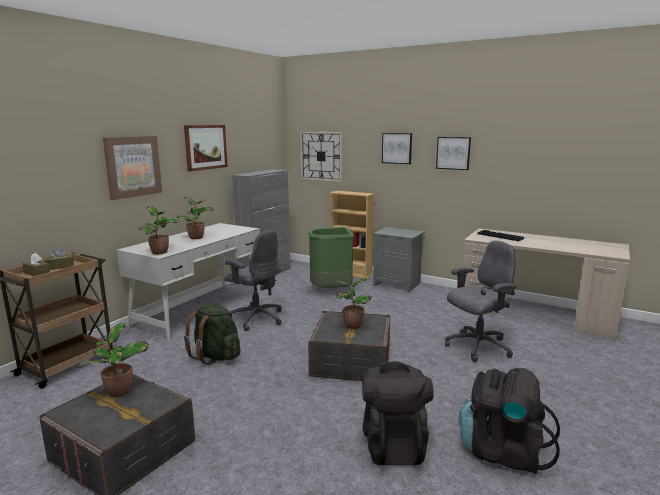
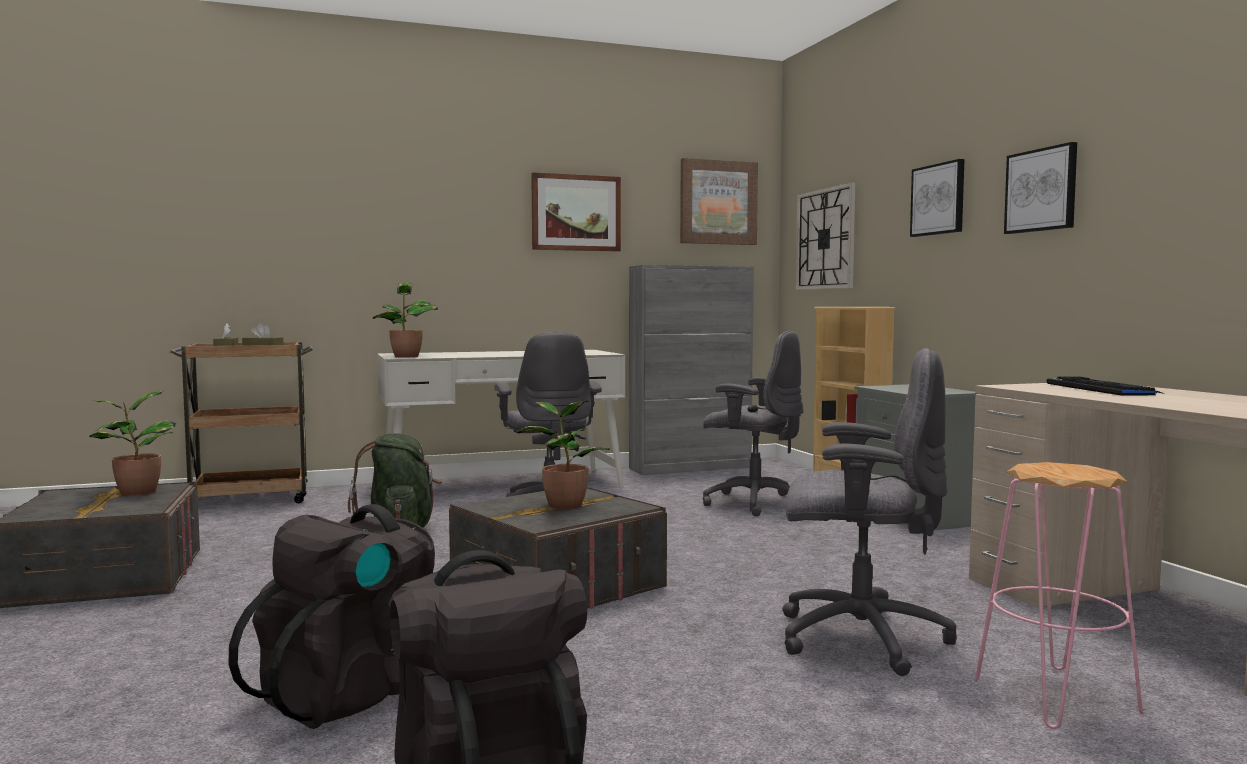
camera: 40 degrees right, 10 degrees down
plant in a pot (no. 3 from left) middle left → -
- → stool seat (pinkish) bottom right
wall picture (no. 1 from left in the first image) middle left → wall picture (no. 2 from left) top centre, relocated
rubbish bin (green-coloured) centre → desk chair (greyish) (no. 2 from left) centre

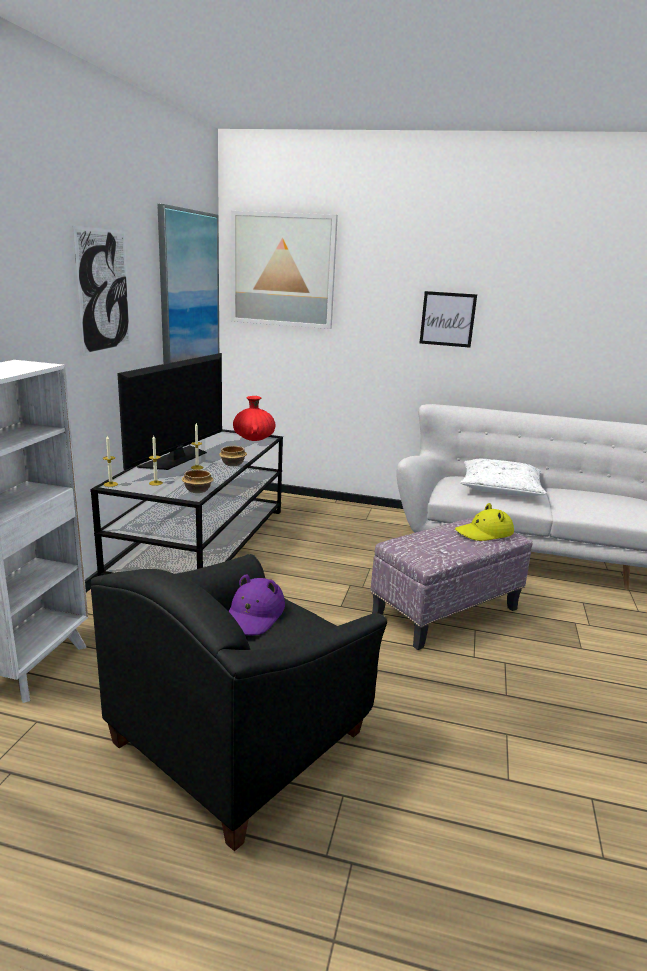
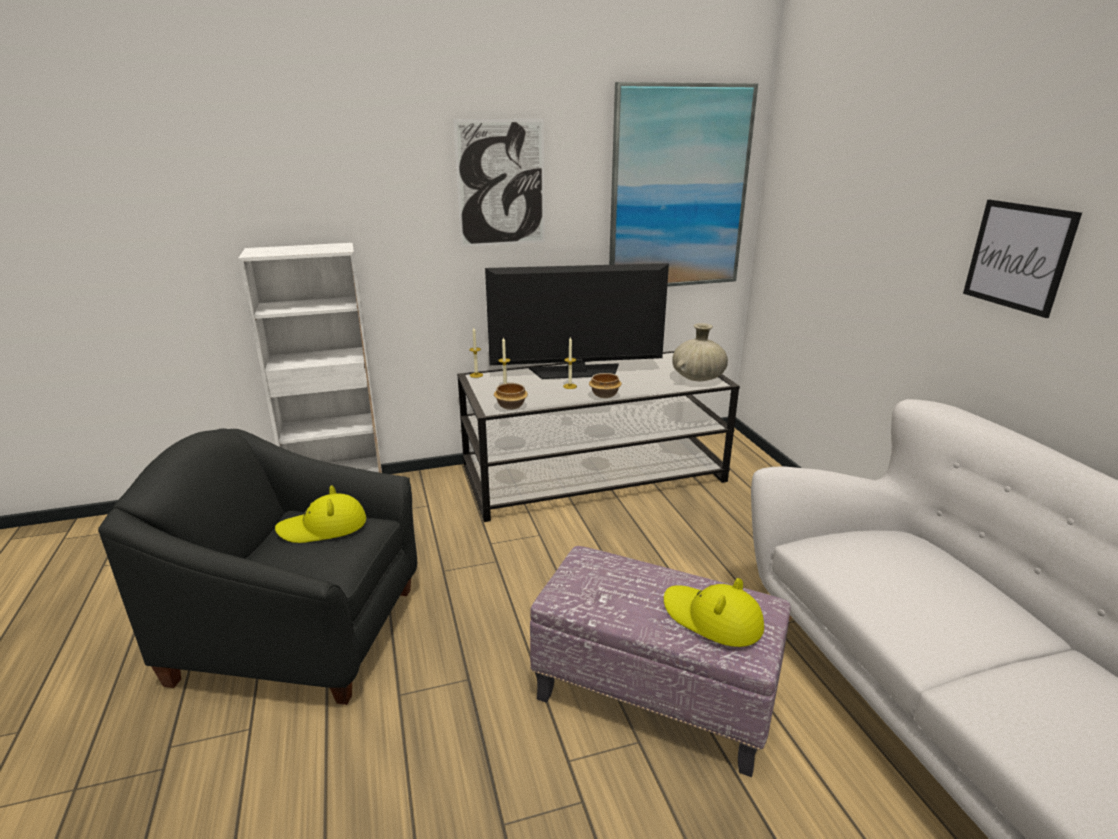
camera: 60 degrees right, 5 degrees up
wall picture (no. 3 from left) top centre → -
pillow (white-coloured) middle right → -
hat (purplish) centre → hat (yellow-coloured) (no. 1 from left) middle left
vase (reddish) centre → vase (sand-coloured) centre

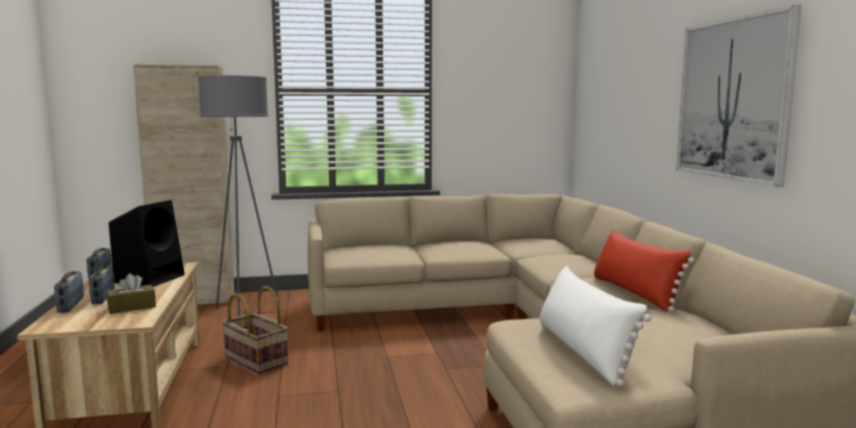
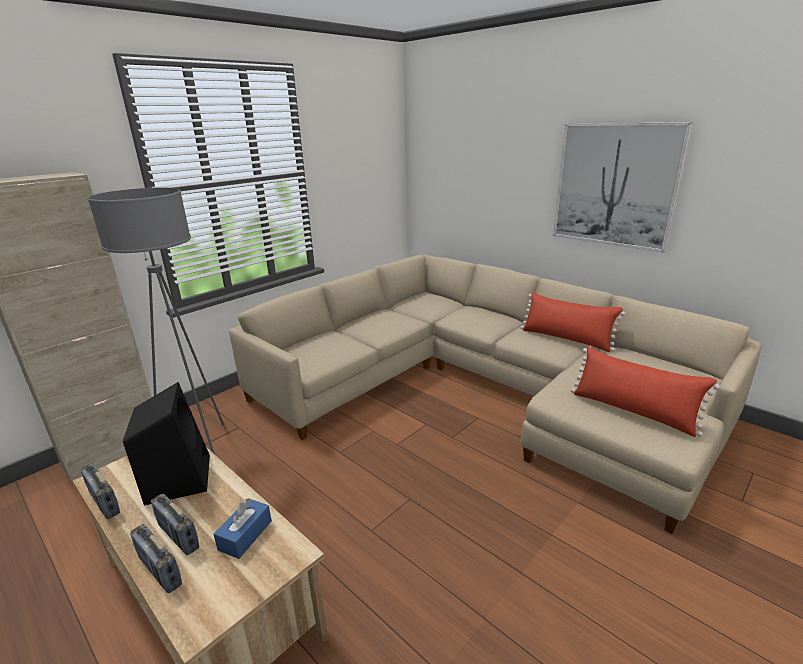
camera: 35 degrees left, 15 degrees up
household basket bottom left → -
tissue holder (brown-coloured) bottom left → tissue holder (blue-coloured) bottom left
pillow (white-coloured) bottom right → pillow (reddish) (no. 2 from left) middle right

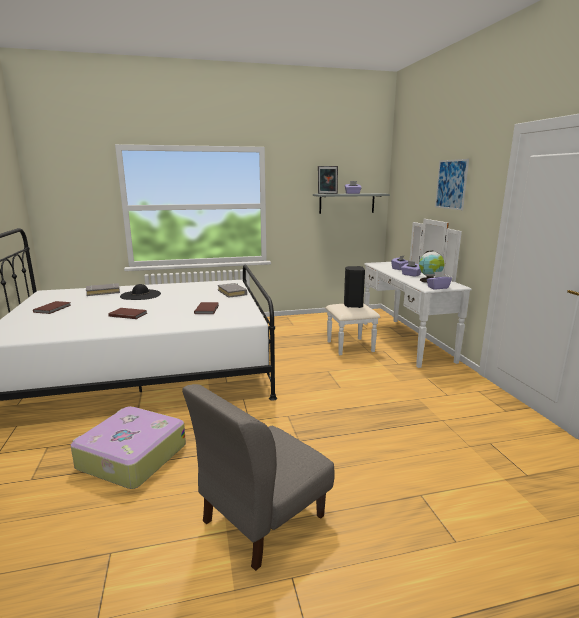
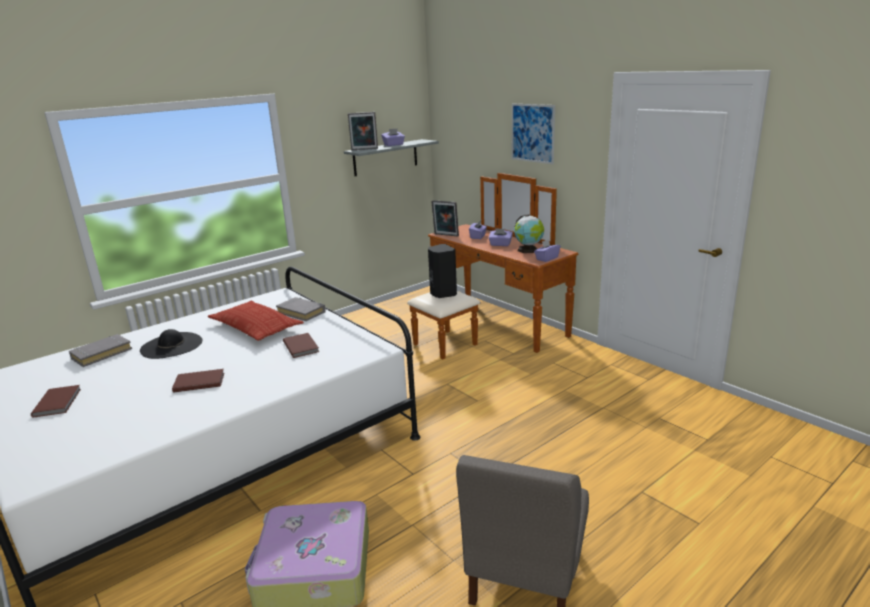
camera: 25 degrees left, 5 degrees up
- → pillow middle left
- → standing frame (no. 2 from left) centre
drawer chest (white-coloured) middle right → drawer chest (brown-coloured) centre

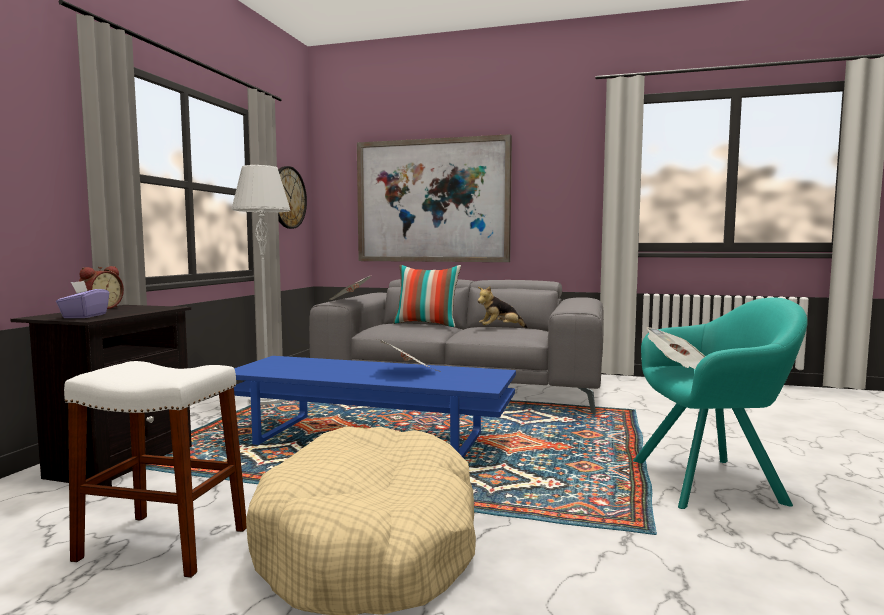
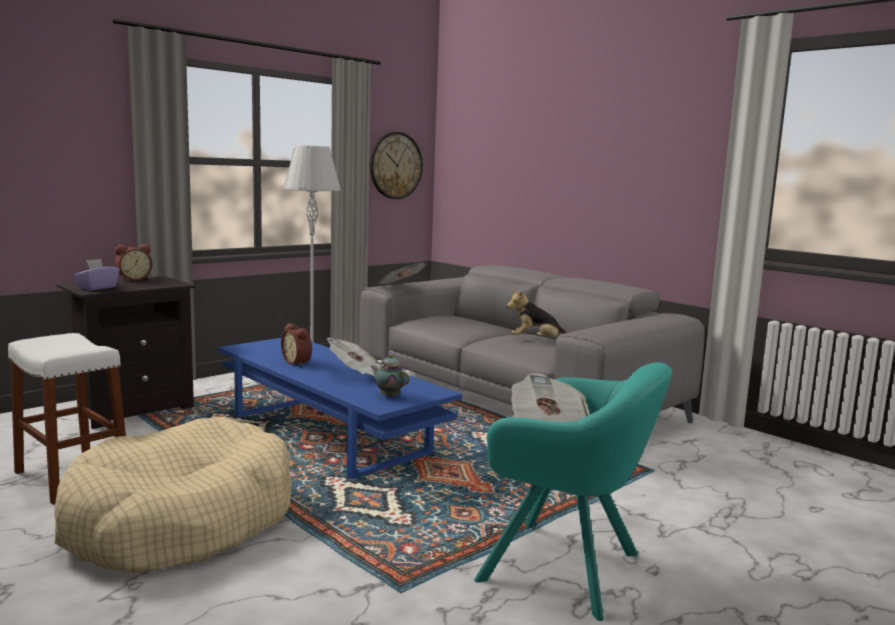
camera: 30 degrees right, 5 degrees up
wall picture top centre → -
pillow centre → -
- → bedside clock (no. 2 from left) middle left
- → tea pot centre

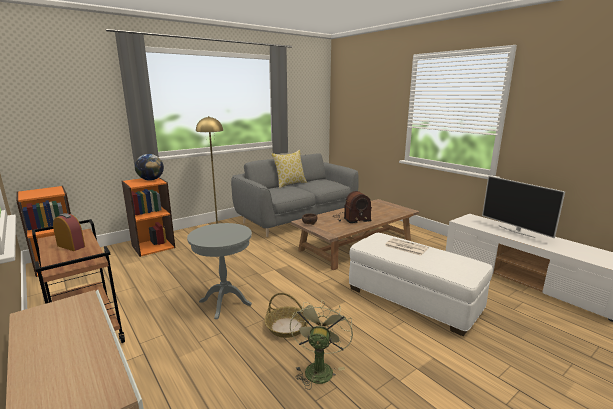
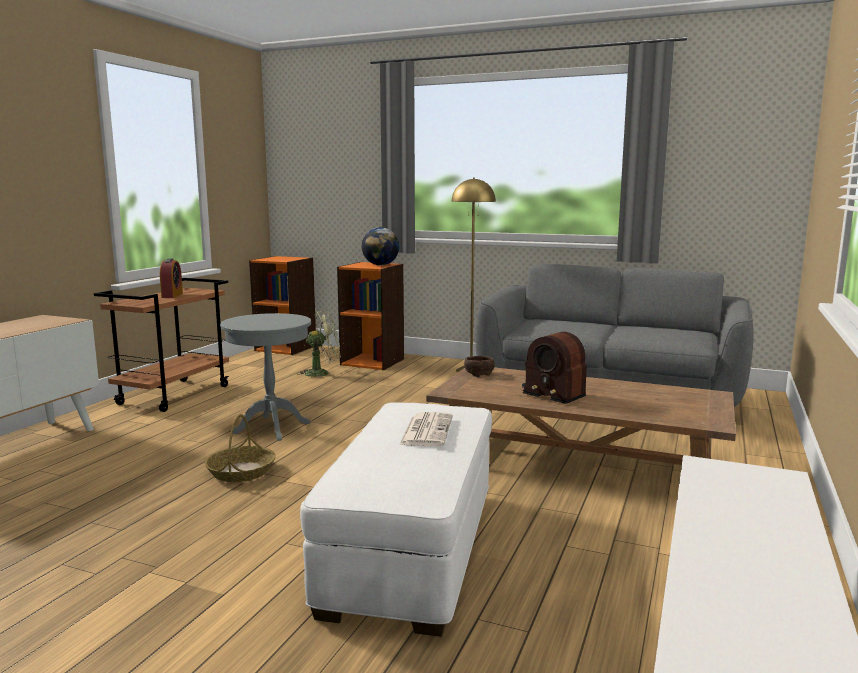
camera: 60 degrees right, 5 degrees down
pillow centre → -
TV middle right → -
electric fan (green-coloured) bottom centre → electric fan (green-coloured) centre, relocated

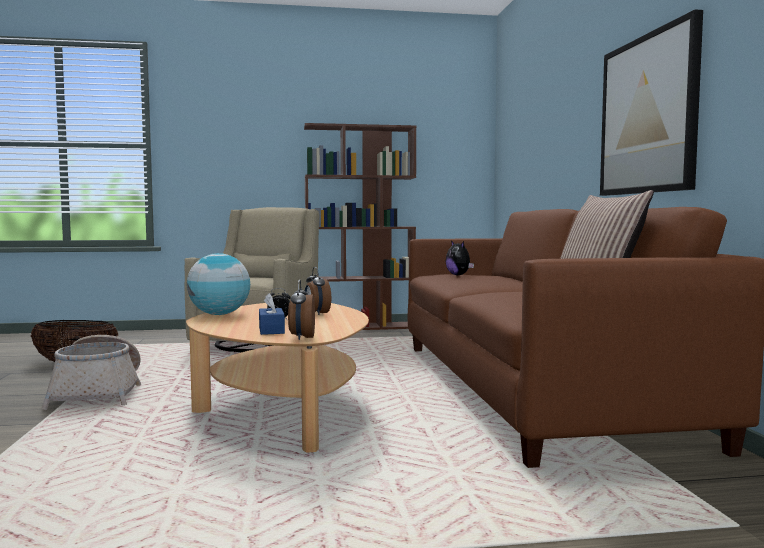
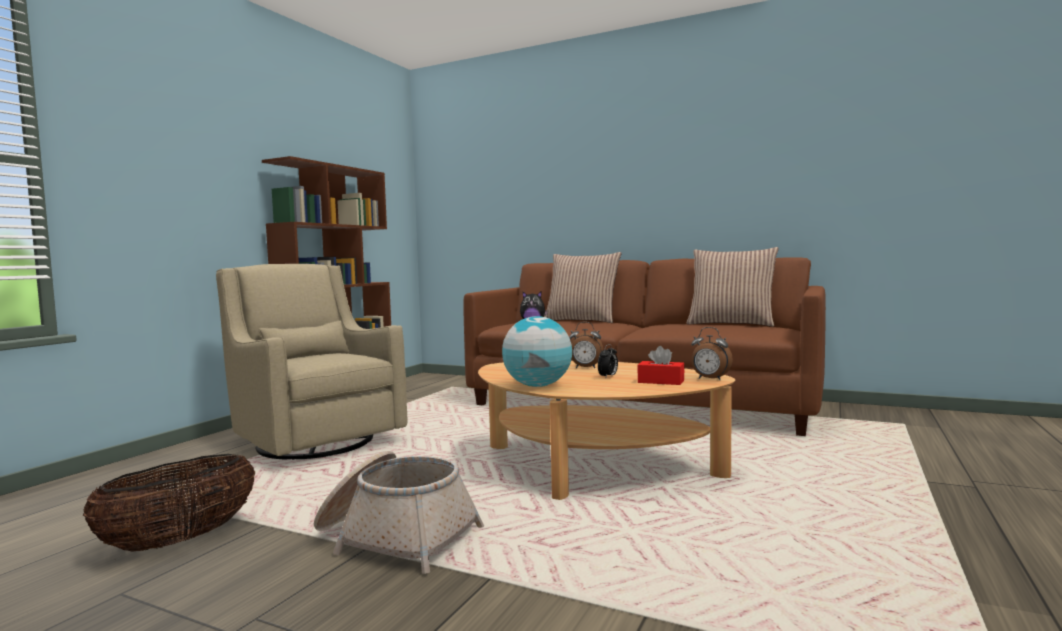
camera: 55 degrees left, 0 degrees up
wall picture top right → -
- → pillow (no. 1 from left) centre
tissue holder (blue-coloured) centre → tissue holder (reddish) centre

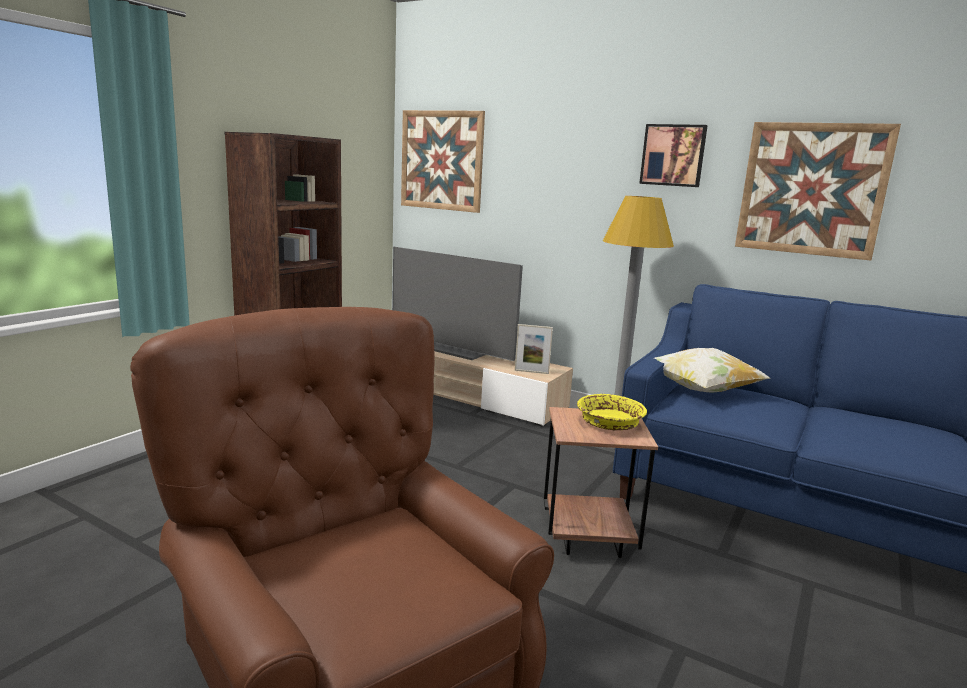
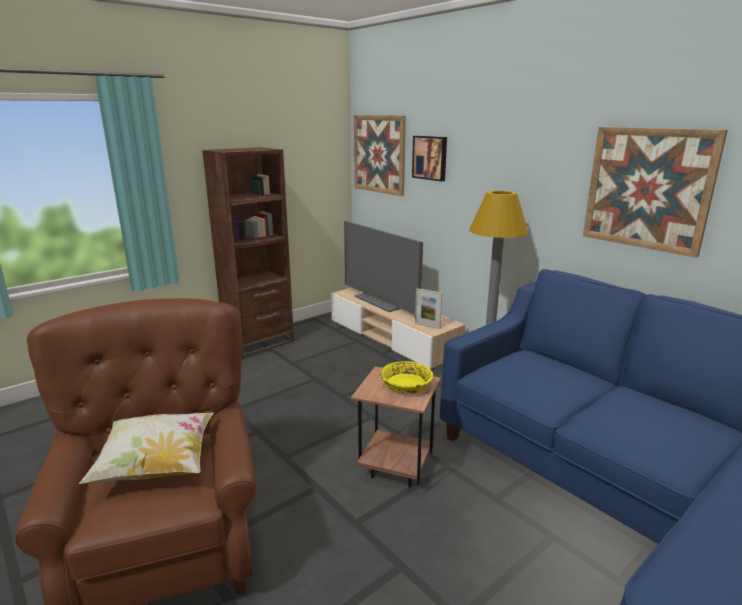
camera: 20 degrees right, 5 degrees up
wall picture (no. 2 from left) top right → wall picture (no. 2 from left) top centre, relocated
pillow middle right → pillow bottom left, relocated

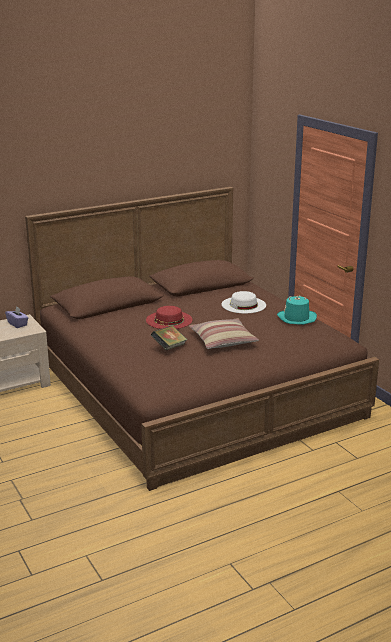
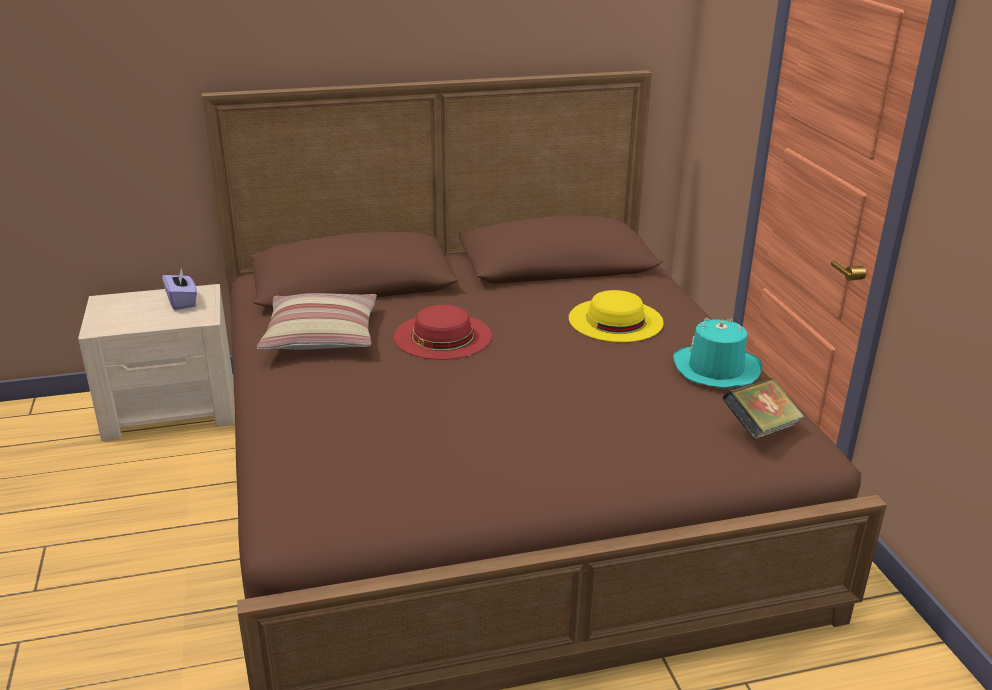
camera: 15 degrees right, 5 degrees up
book centre → book middle right, relocated
pillow centre → pillow middle left, relocated
hat (white-coloured) centre → hat (yellow-coloured) centre

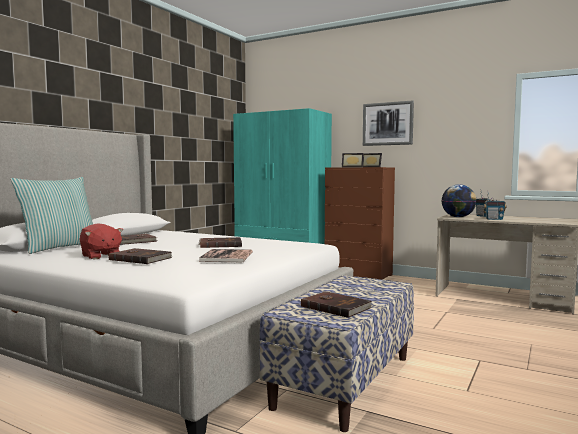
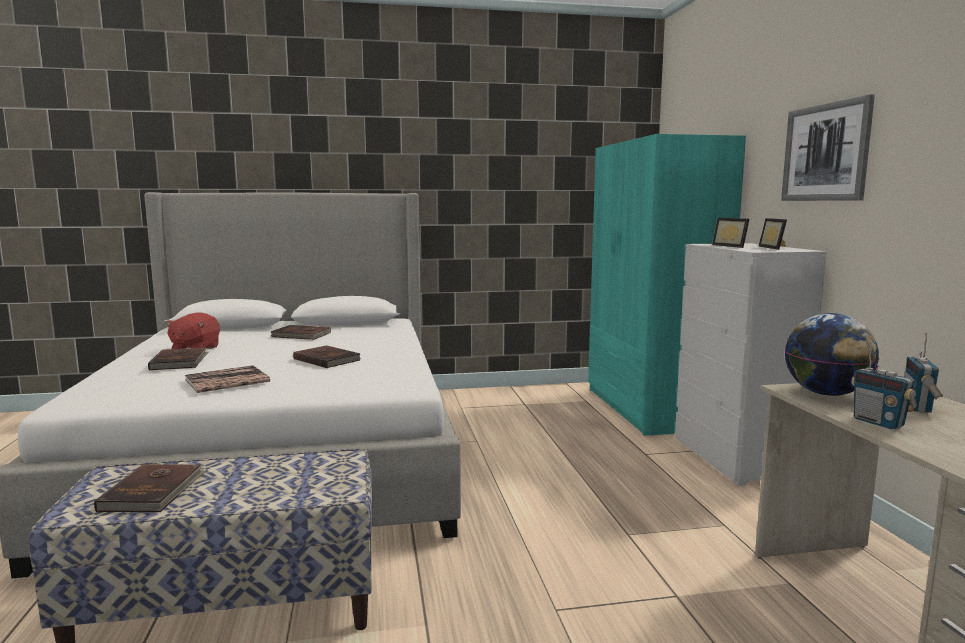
camera: 50 degrees right, 5 degrees up
pillow middle left → -
drawer chest (brown-coloured) centre → drawer chest (white-coloured) middle right

